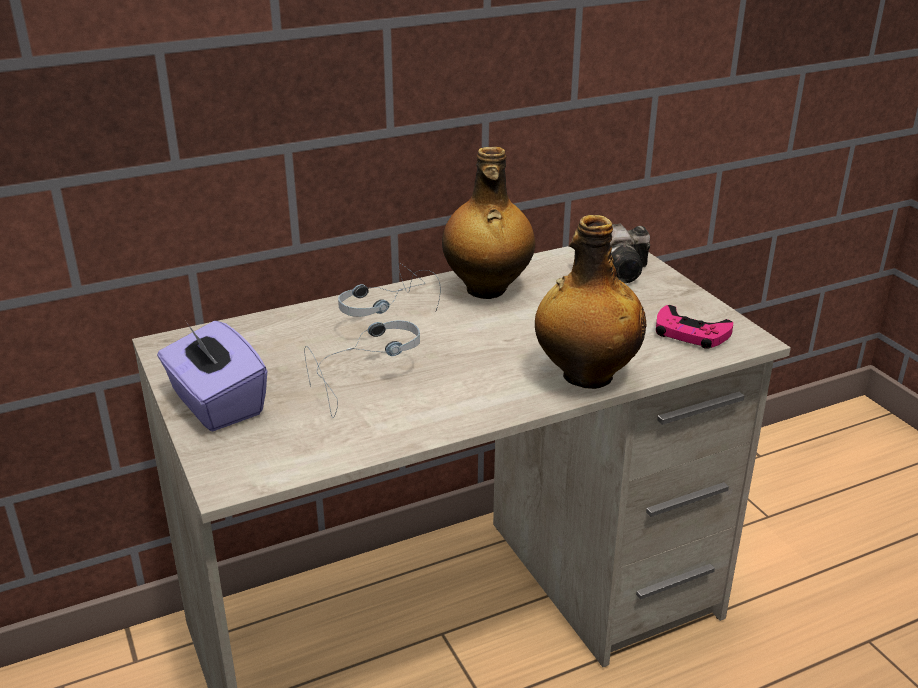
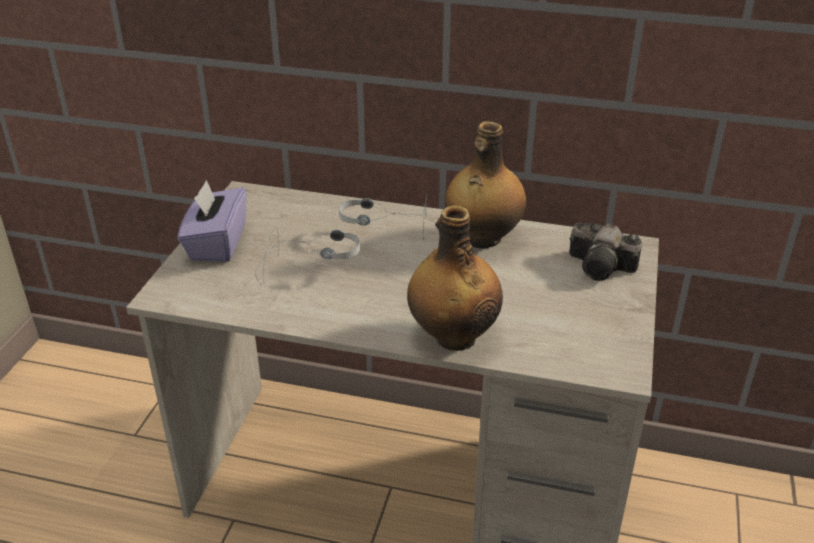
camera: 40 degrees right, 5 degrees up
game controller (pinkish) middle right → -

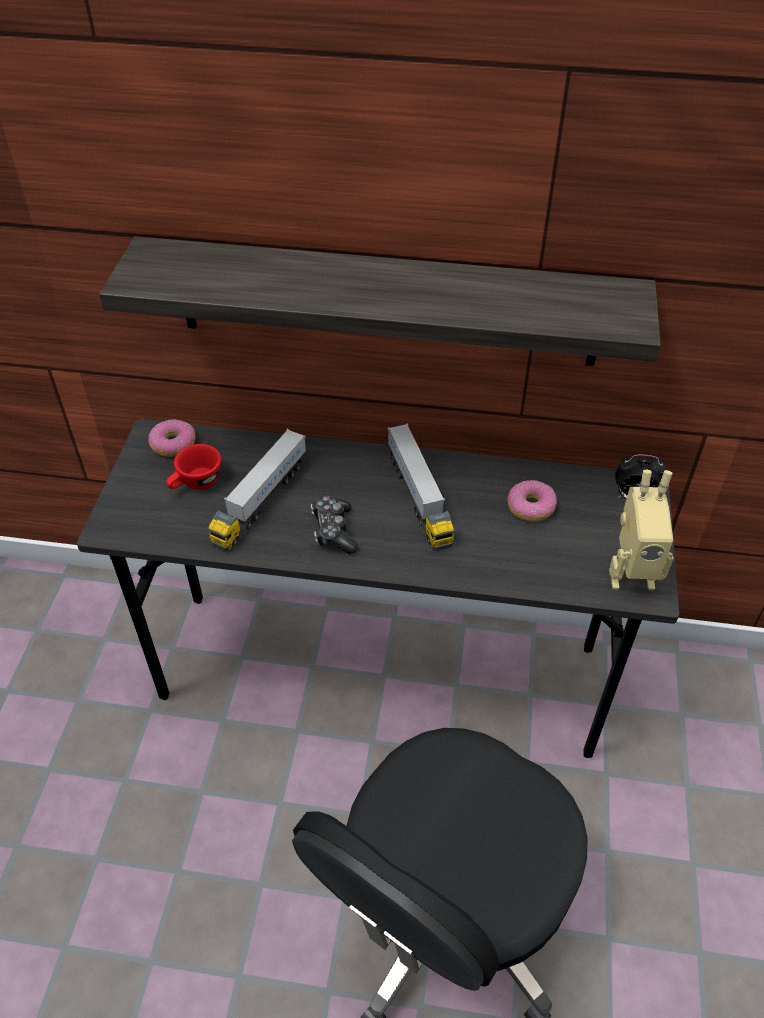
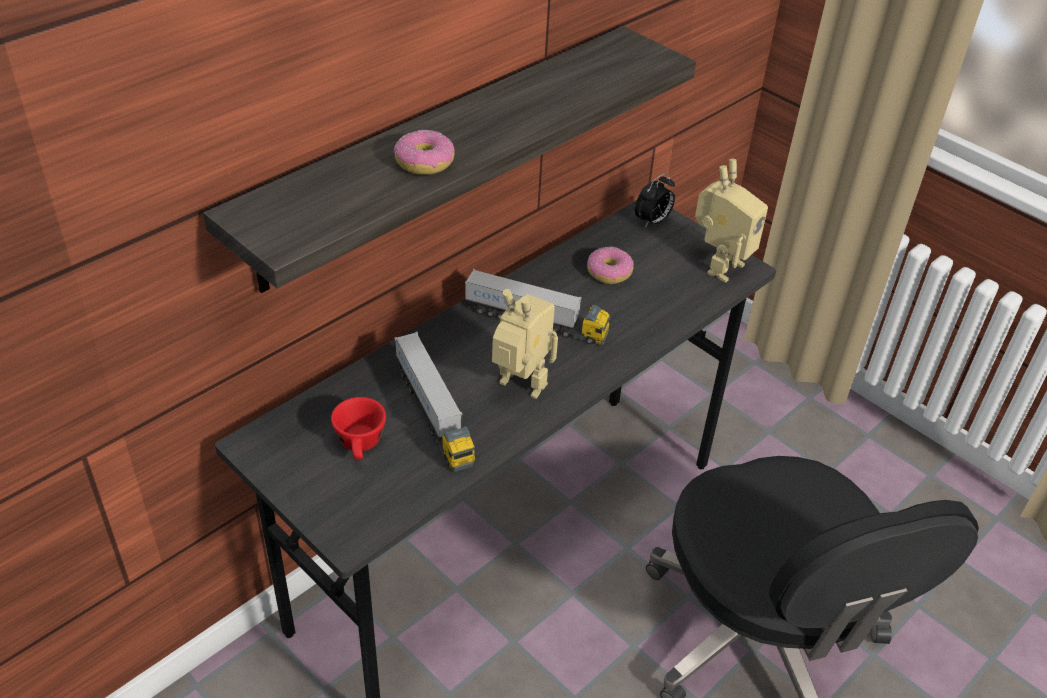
camera: 55 degrees left, 5 degrees down
doughnut (no. 1 from left) middle left → doughnut (no. 1 from left) top centre, relocated
game controller centre → model robot (no. 1 from left) centre

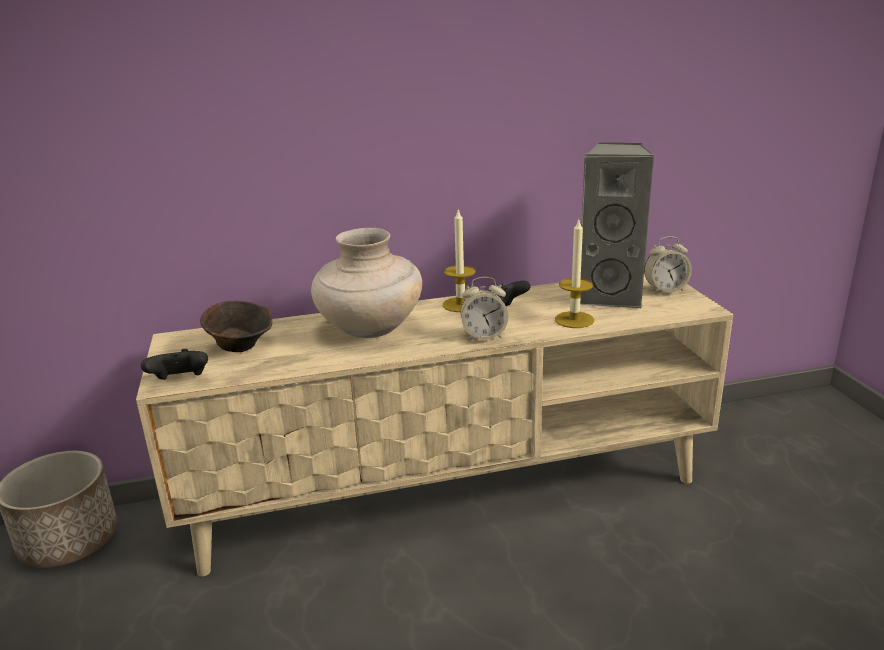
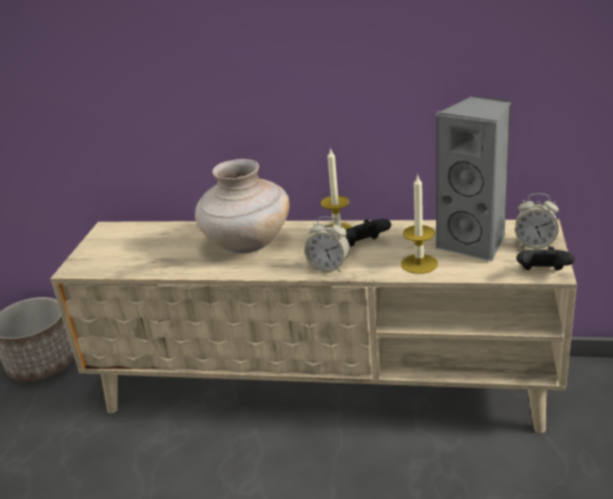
camera: 25 degrees right, 5 degrees up
deep dish (brown-coloured) middle left → -
game controller (black-coloured) (no. 1 from left in the first image) middle left → game controller (black-coloured) (no. 2 from left) middle right, relocated

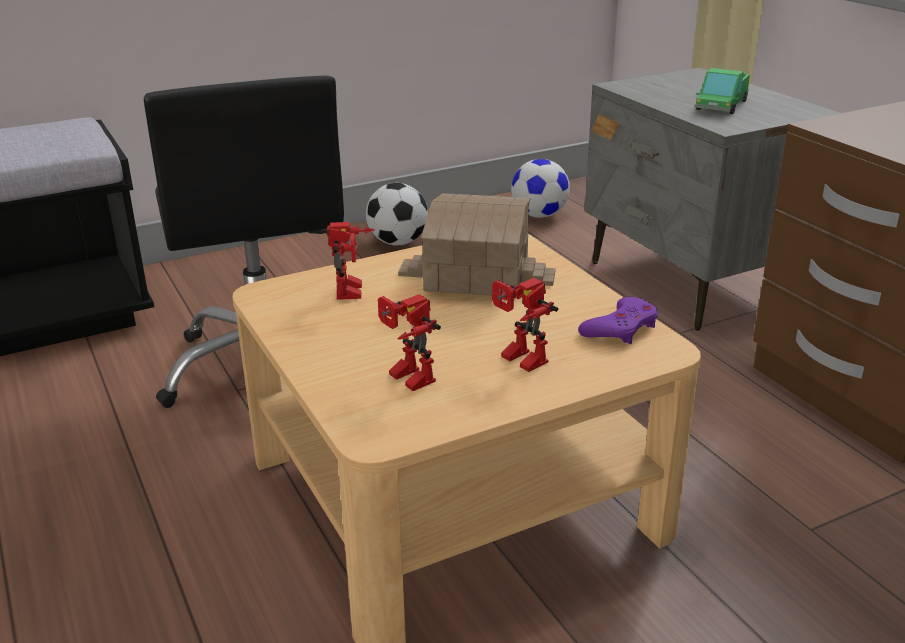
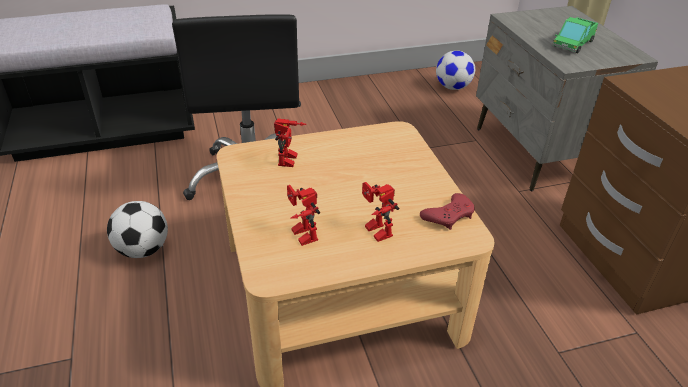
camera: 10 degrees right, 10 degrees up
model house centre → -
football (no. 1 from left) top centre → football (no. 1 from left) middle left, relocated
game controller (purplish) middle right → game controller (reddish) centre

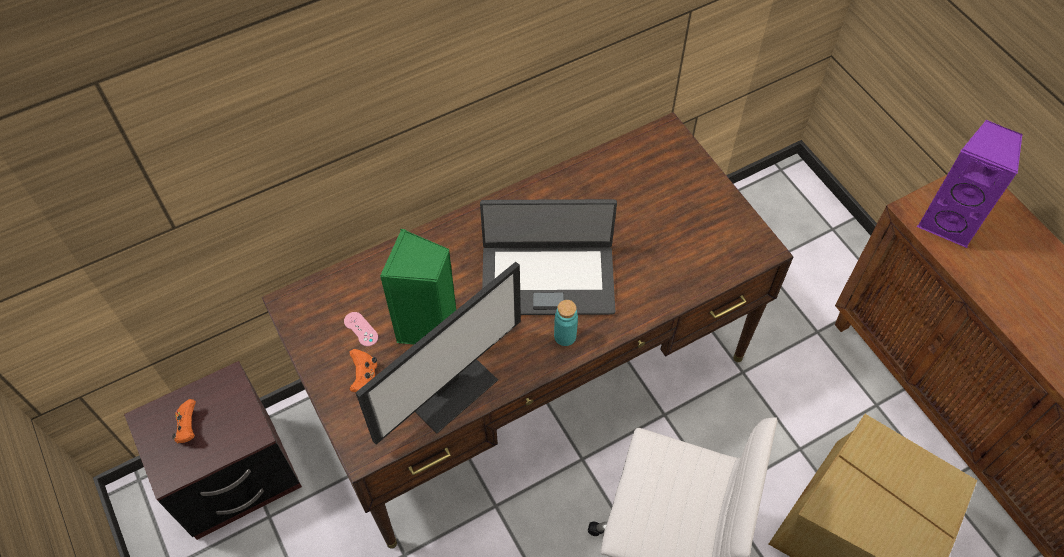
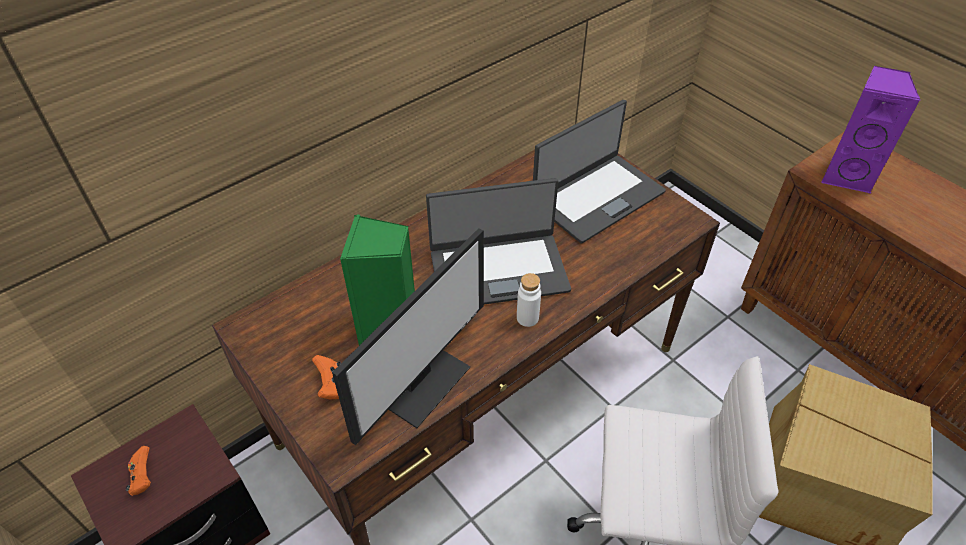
camera: 10 degrees left, 10 degrees down
game controller (pinkish) centre → -
- → portable computer (no. 2 from left) top centre
beverage bottle (turquoise) centre → beverage bottle (white-coloured) centre

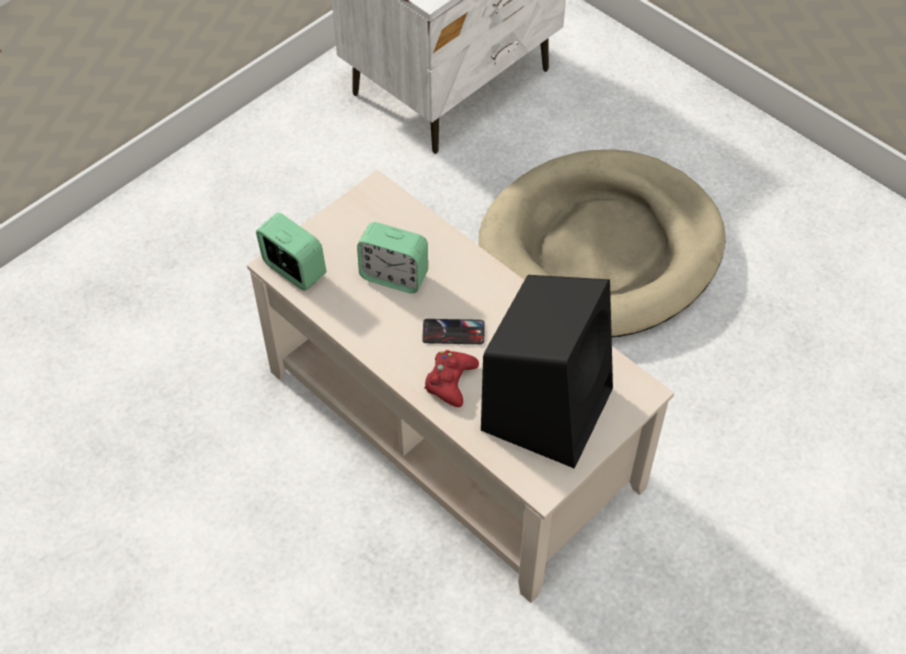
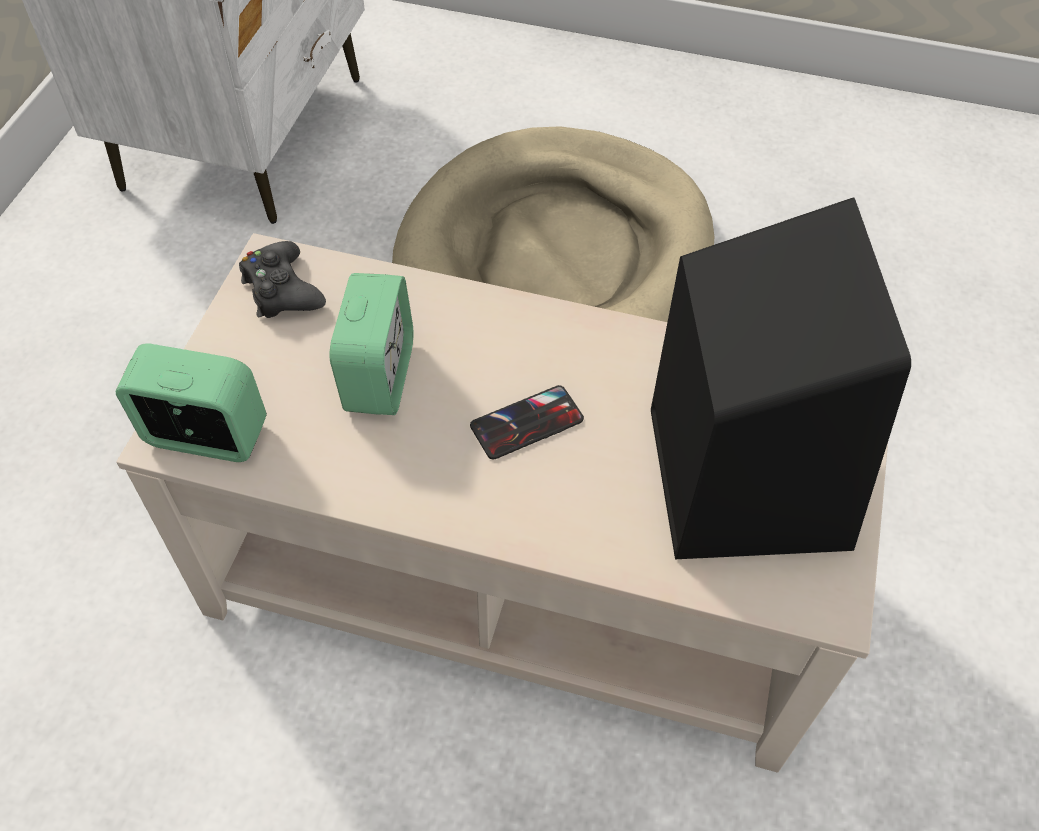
camera: 30 degrees left, 0 degrees up
game controller (reddish) centre → -
- → game controller (black-coloured) middle left
bedside clock (no. 2 from left) centre, 75 degrees counterclockwise

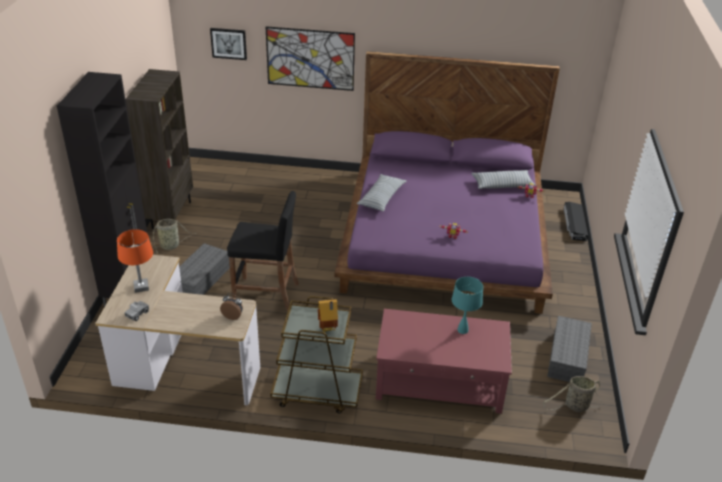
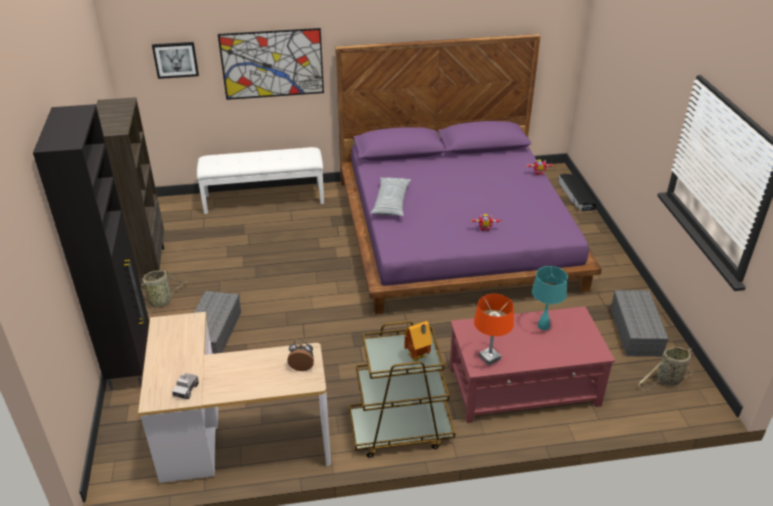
camera: 15 degrees left, 0 degrees up
stool seat (black-coloured) centre → -
pillow (no. 2 from left) middle right → -
- → long seat (white-coloured) centre
lamp for a table (orange-coloured) middle left → lamp for a table (orange-coloured) centre, relocated

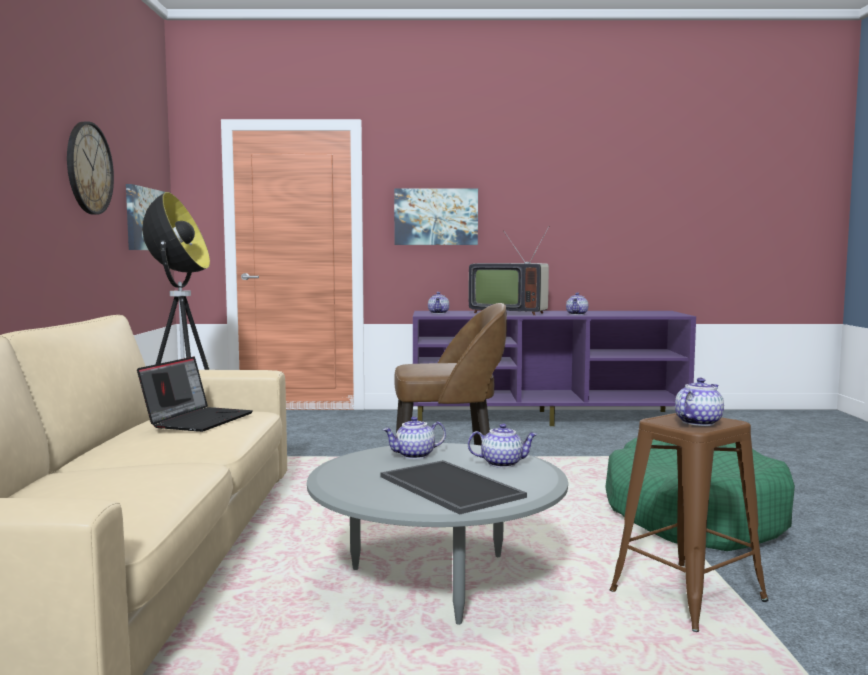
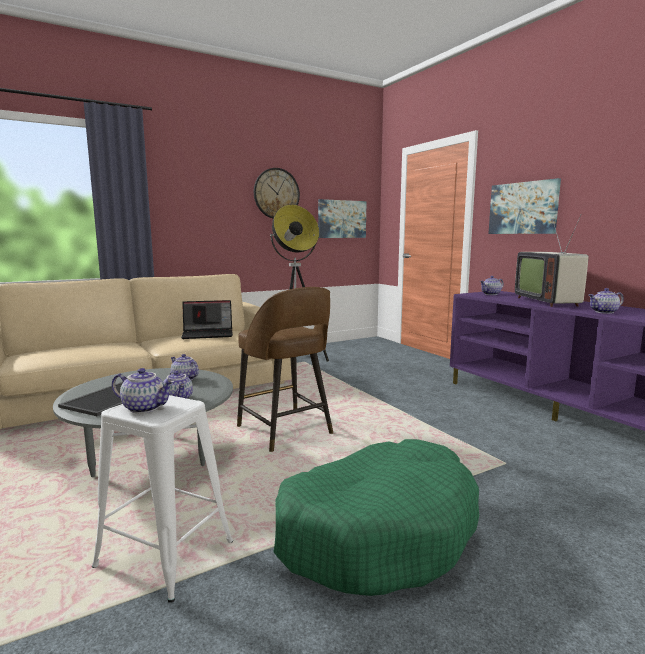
camera: 60 degrees right, 5 degrees up
stool seat (brown-coloured) (no. 2 from left) bottom right → stool seat (white-coloured) bottom left

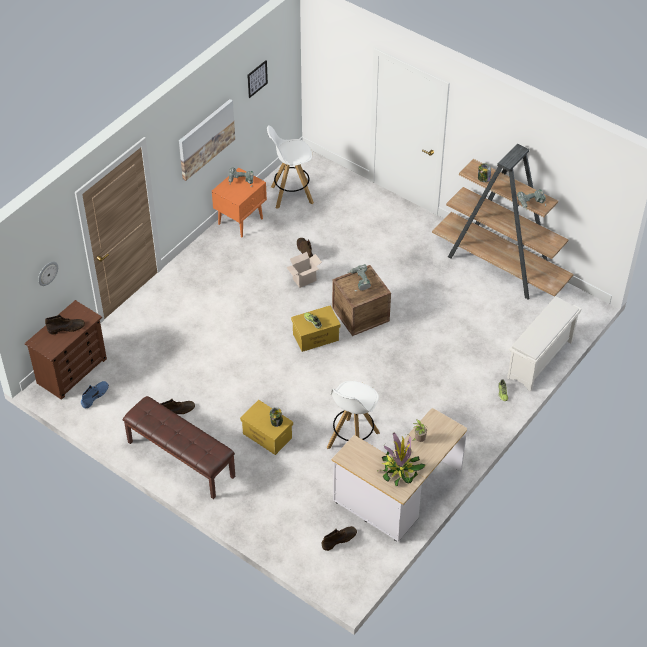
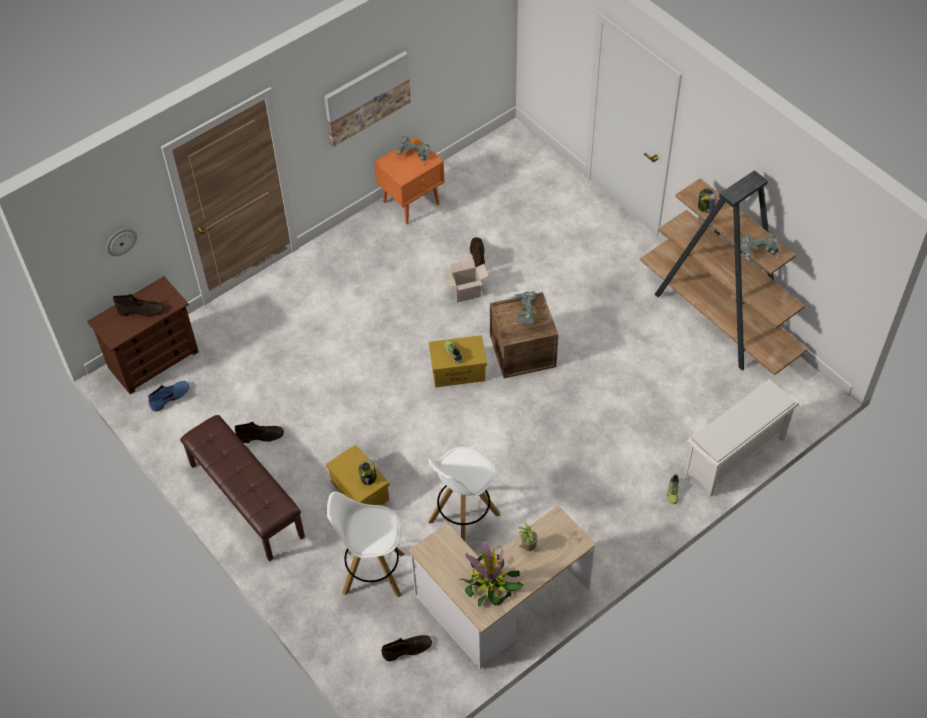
camera: 15 degrees right, 5 degrees up
wall picture (no. 2 from left) top centre → -
stool seat (white-coloured) (no. 1 from left) top centre → stool seat (white-coloured) (no. 1 from left) bottom centre, relocated

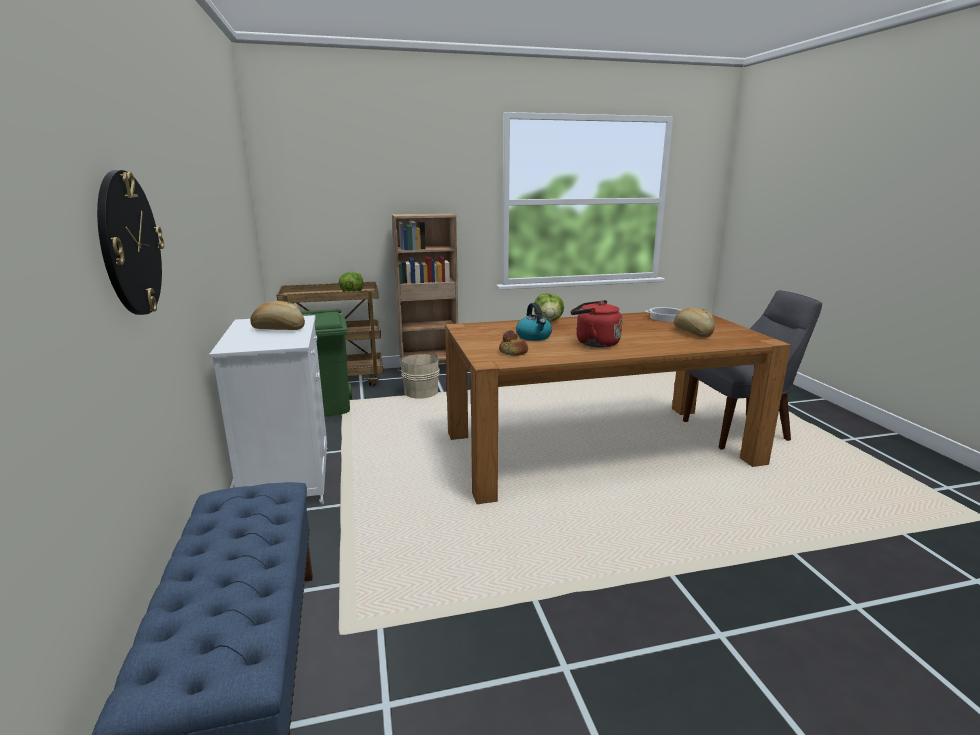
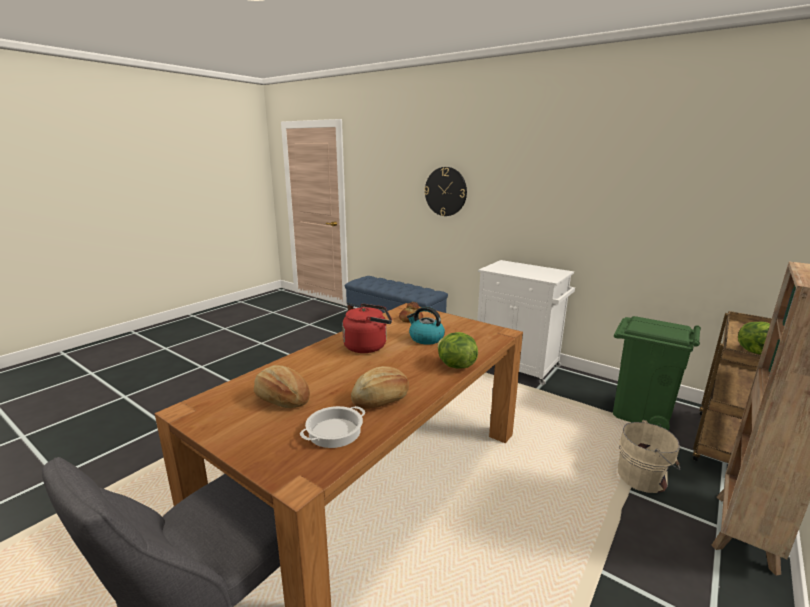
camera: 140 degrees right, 0 degrees up
bread (no. 1 from left in the first image) middle left → bread (no. 2 from left) centre, relocated

